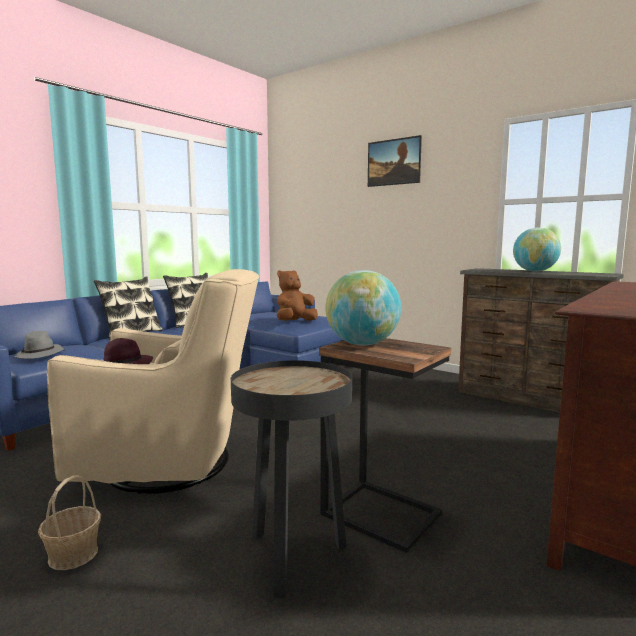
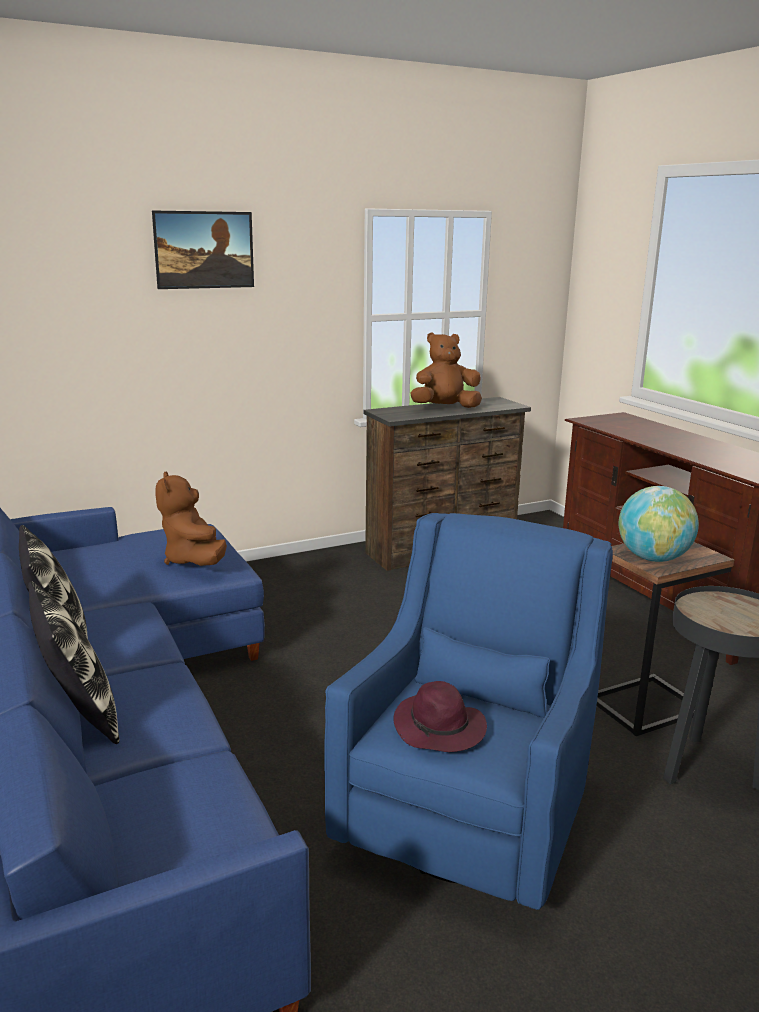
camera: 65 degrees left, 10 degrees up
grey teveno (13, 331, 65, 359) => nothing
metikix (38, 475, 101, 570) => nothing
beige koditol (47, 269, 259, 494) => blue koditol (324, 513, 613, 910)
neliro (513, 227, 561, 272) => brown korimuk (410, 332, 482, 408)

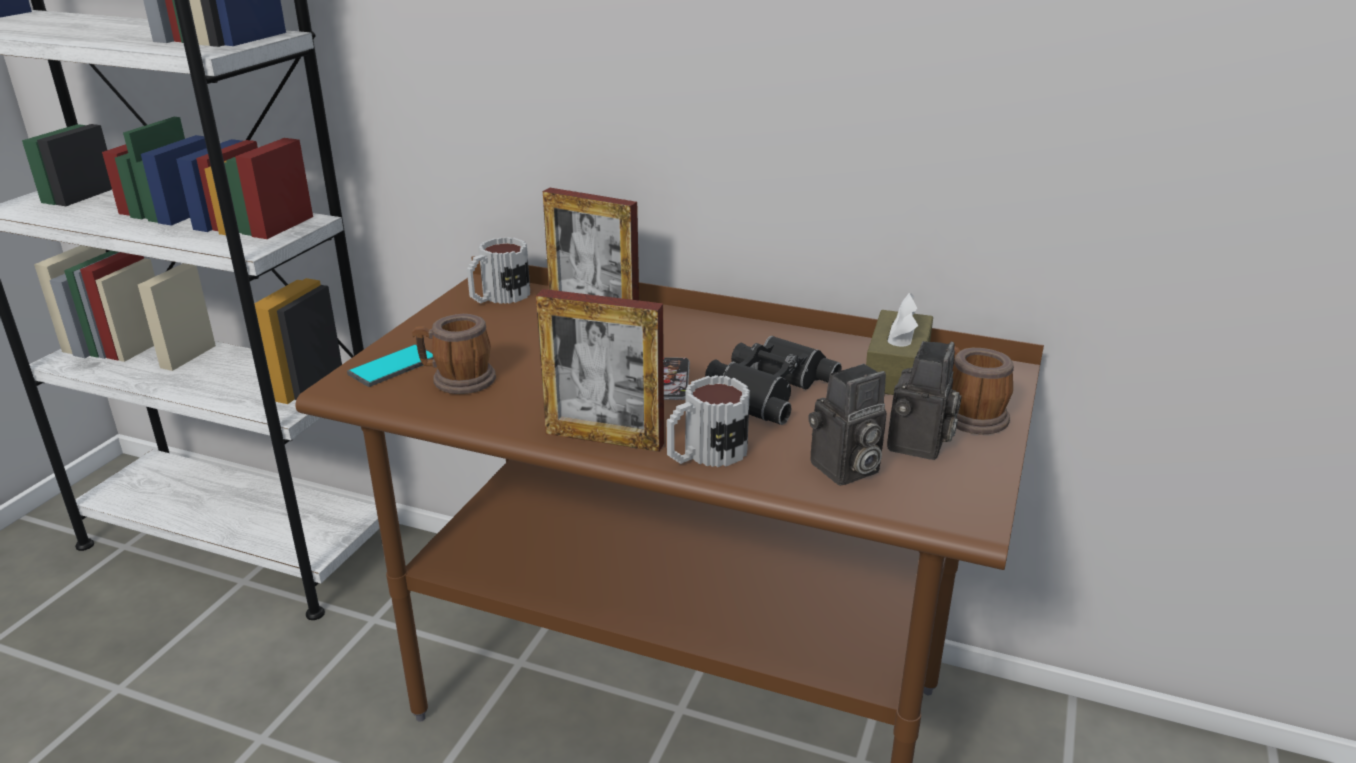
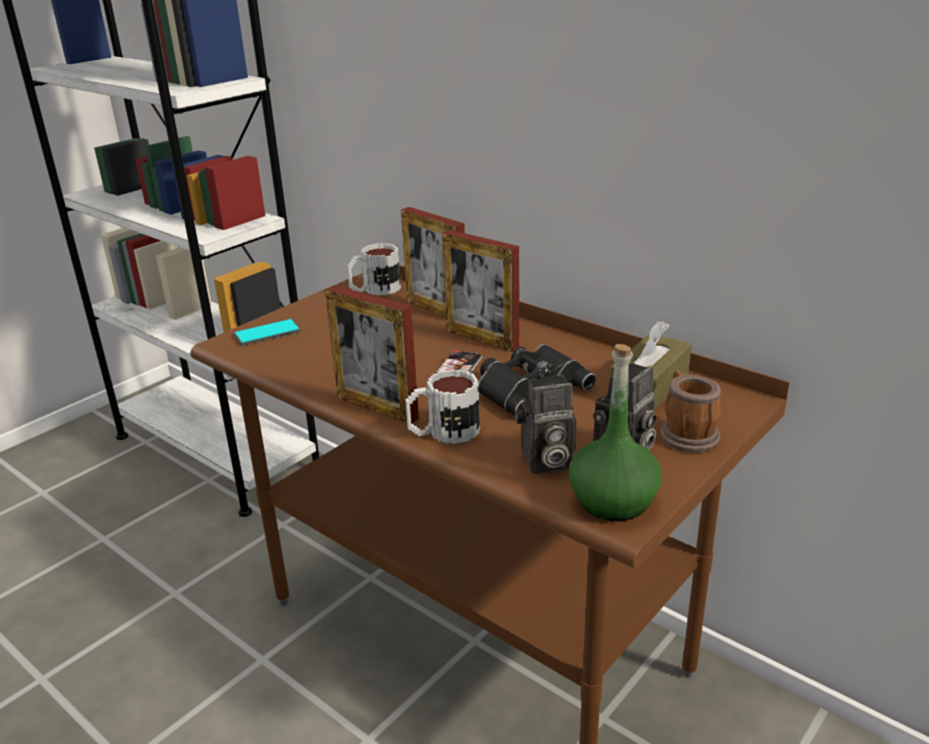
camera: 20 degrees right, 0 degrees up
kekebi (412, 314, 496, 394) => nothing
nothing => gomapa (442, 230, 520, 352)
nothing => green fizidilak (568, 344, 662, 521)

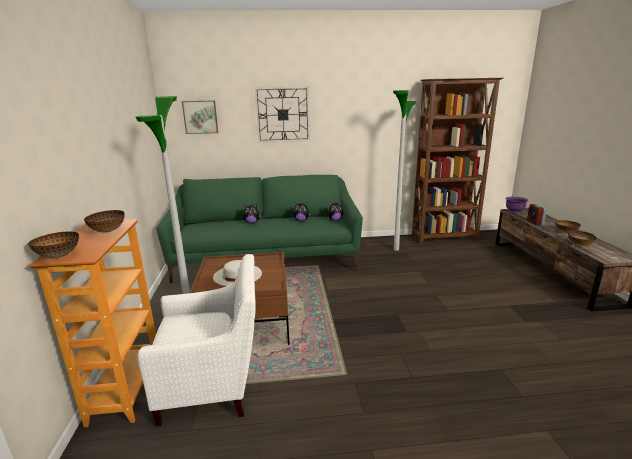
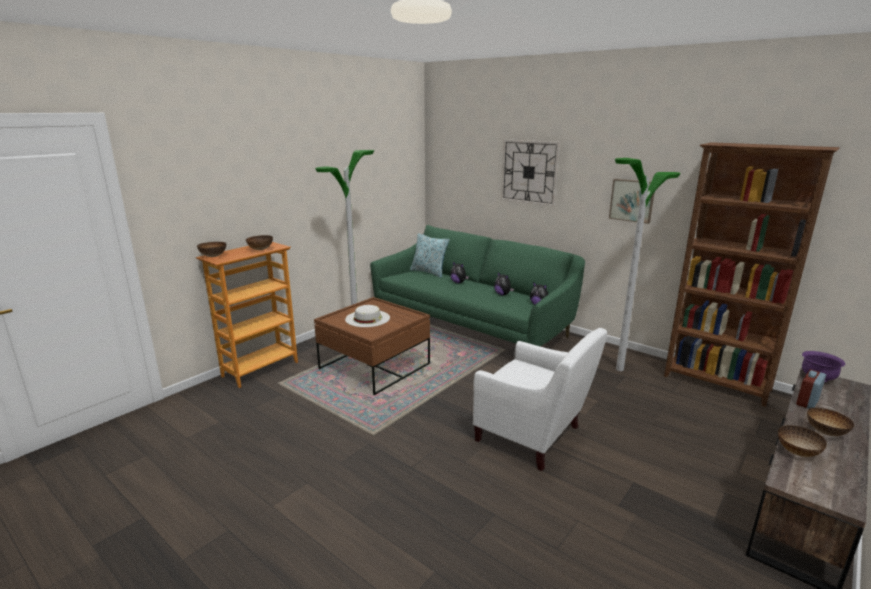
camera: 45 degrees right, 0 degrees up
white koditol (138, 254, 256, 426) => white koditol (473, 328, 607, 471), shifted
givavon (182, 100, 218, 134) => givavon (609, 179, 655, 224), shifted
nothing => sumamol (410, 233, 450, 278)

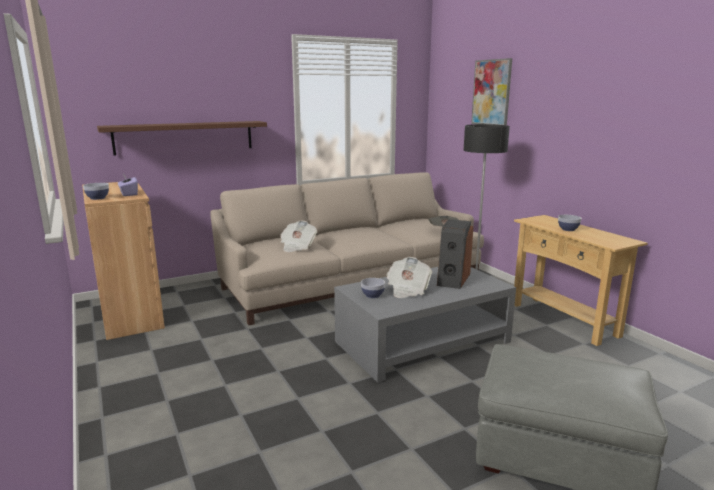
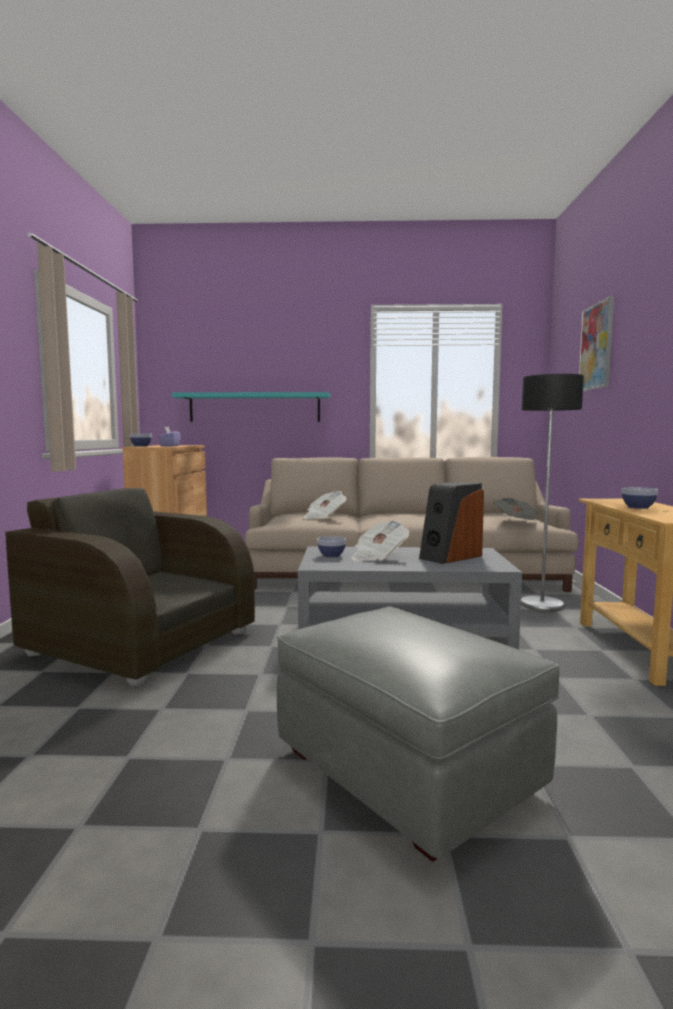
camera: 30 degrees right, 10 degrees down
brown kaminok (97, 121, 267, 156) => turquoise kaminok (172, 392, 330, 422)
nothing => brown koditol (6, 488, 255, 687)

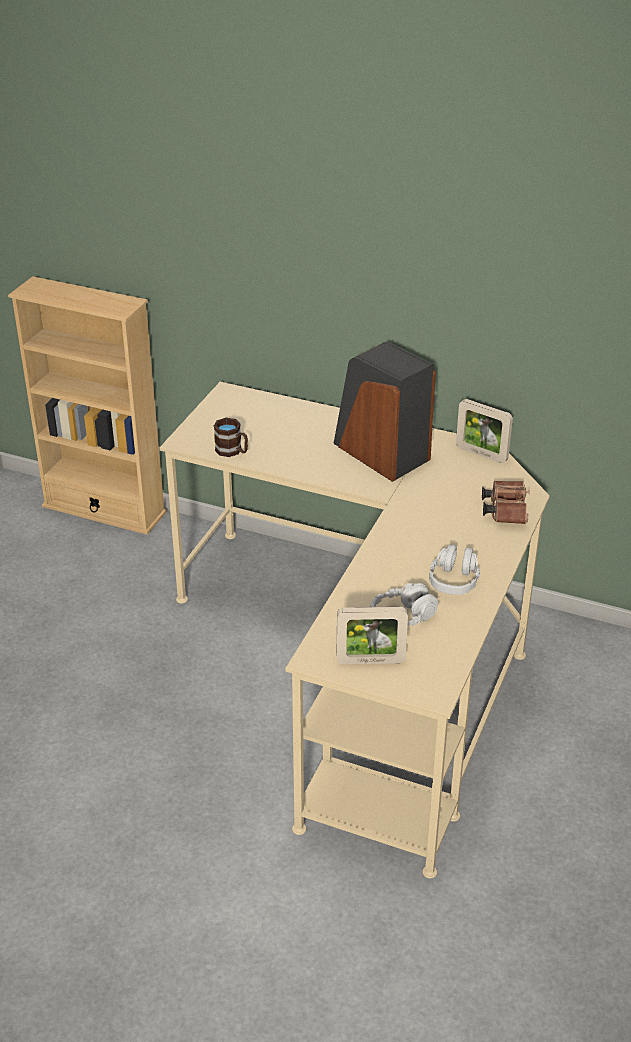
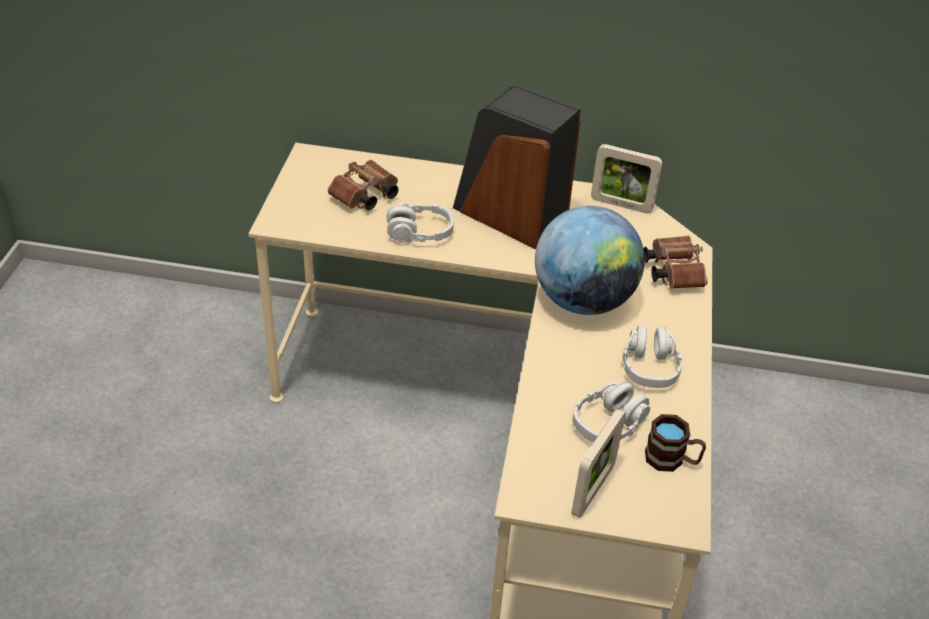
camera: 15 degrees left, 5 degrees up
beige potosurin (8, 276, 167, 535) => nothing
brown kekebi (214, 418, 248, 457) => brown kekebi (645, 414, 706, 472), shifted
gomapa (336, 607, 408, 664) => gomapa (571, 409, 626, 518), 45 degrees counterclockwise
nothing => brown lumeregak (328, 160, 399, 210)
nothing => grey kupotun (386, 203, 454, 243)
nothing => neliro (535, 206, 645, 315)

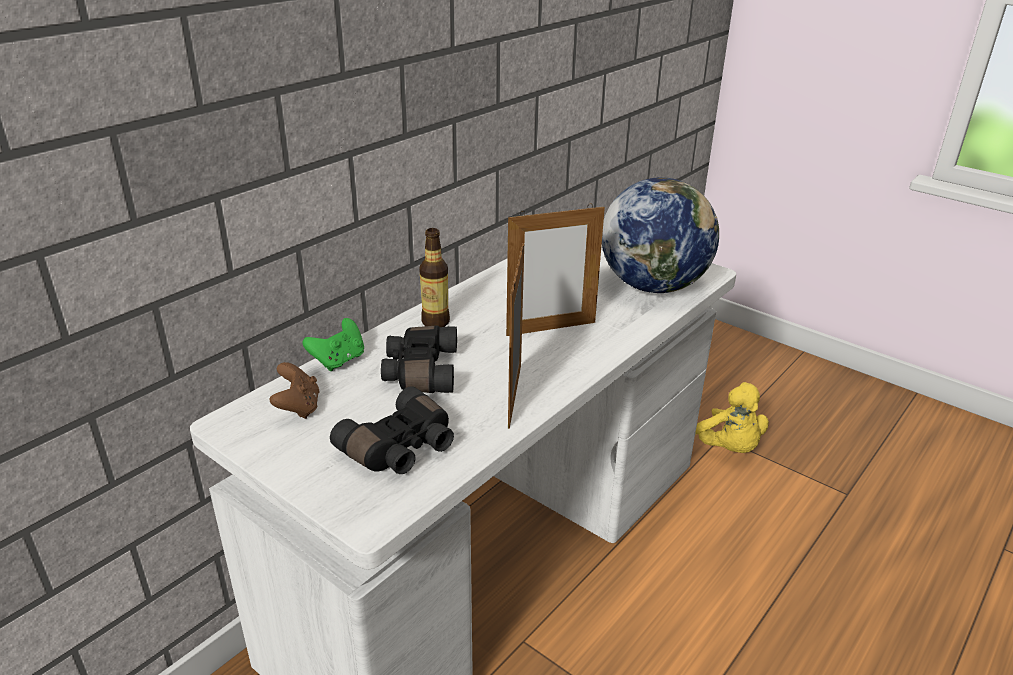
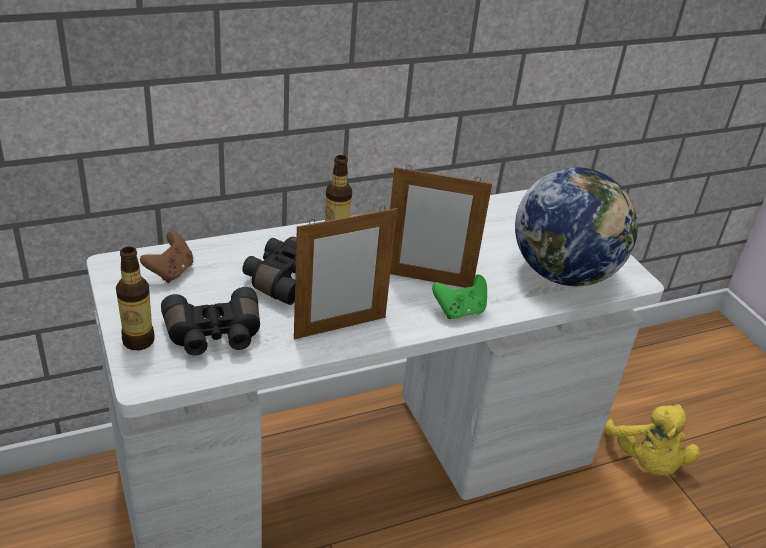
camera: 25 degrees right, 5 degrees up
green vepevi (302, 318, 364, 371) => green vepevi (432, 274, 487, 319), shifted
gomapa (508, 243, 524, 429) => gomapa (294, 206, 397, 339), 150 degrees counterclockwise
nothing => fizidilak (116, 247, 155, 350)

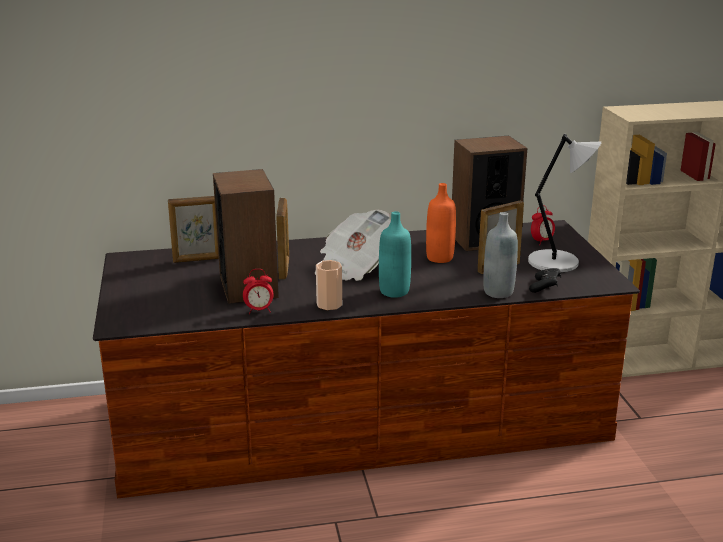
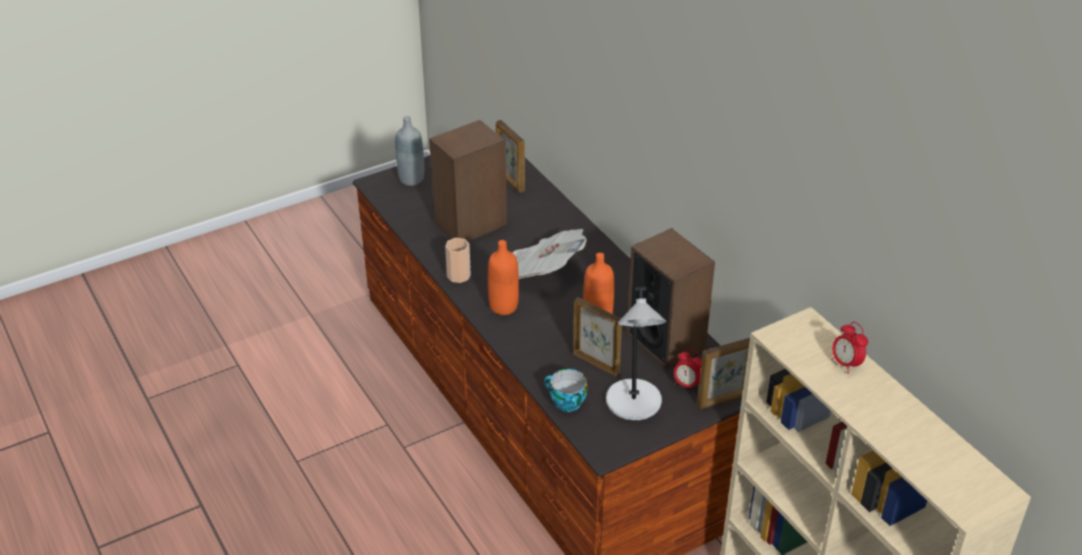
camera: 70 degrees right, 15 degrees up
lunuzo (243, 269, 274, 315) => lunuzo (831, 322, 868, 374), shifted
gomapa (276, 198, 289, 279) => gomapa (697, 338, 750, 409), shifted
turquoise fizidilak (379, 211, 411, 298) => orange fizidilak (488, 240, 519, 315)
grey fizidilak (483, 212, 518, 298) => grey fizidilak (395, 116, 424, 186), shifted
black vepevi (529, 268, 561, 293) => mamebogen (544, 369, 588, 412)

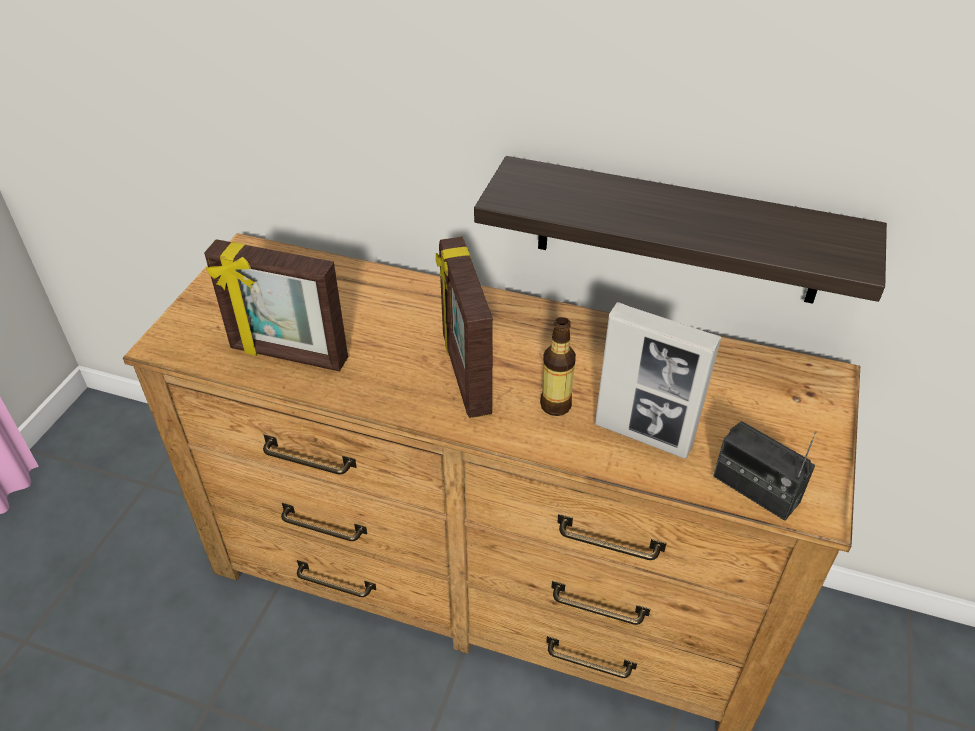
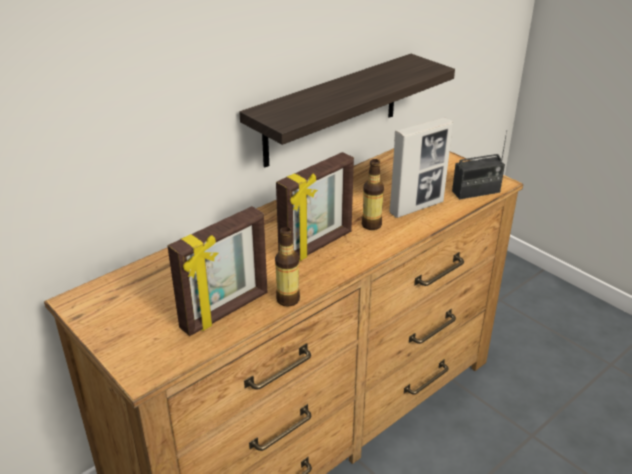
camera: 60 degrees left, 10 degrees down
gomapa (436, 237, 493, 418) => gomapa (276, 152, 354, 261), 60 degrees counterclockwise
nothing => fizidilak (275, 227, 300, 307)

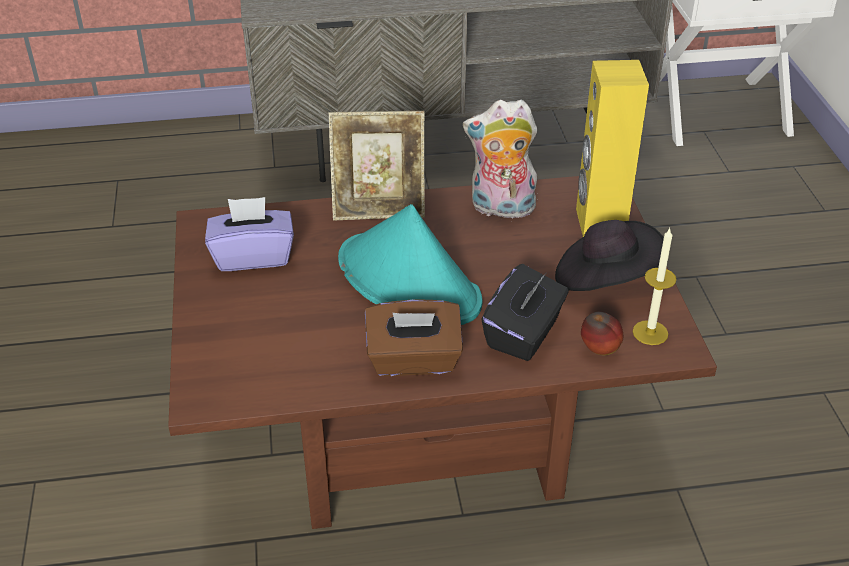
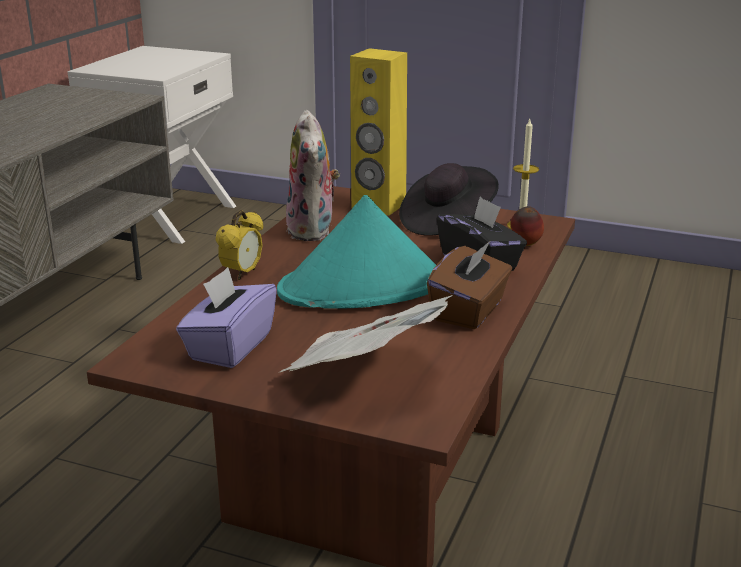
camera: 60 degrees left, 15 degrees down
gomapa (329, 111, 425, 220) => lunuzo (216, 210, 263, 280)
korimuk (463, 100, 538, 219) => korimuk (285, 110, 340, 241), 45 degrees counterclockwise
nothing => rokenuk (280, 295, 453, 372)

